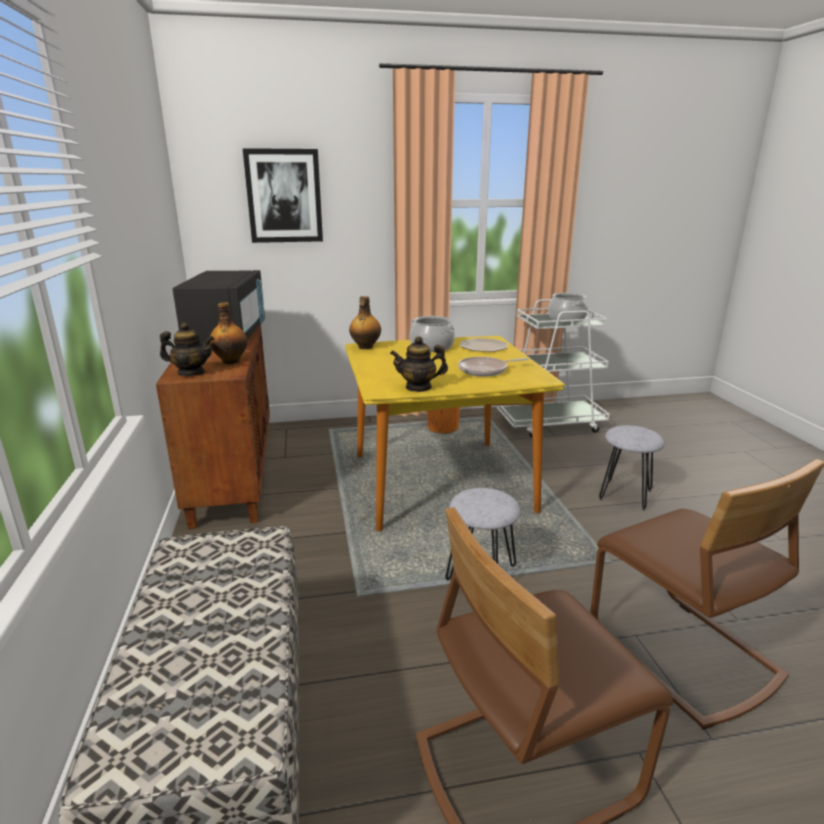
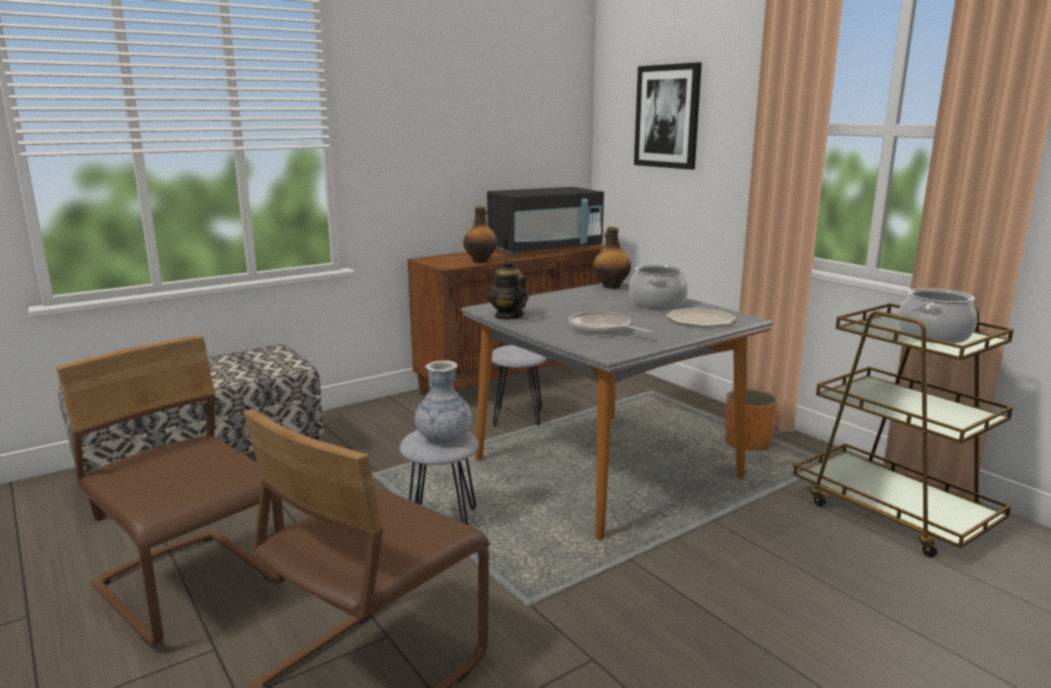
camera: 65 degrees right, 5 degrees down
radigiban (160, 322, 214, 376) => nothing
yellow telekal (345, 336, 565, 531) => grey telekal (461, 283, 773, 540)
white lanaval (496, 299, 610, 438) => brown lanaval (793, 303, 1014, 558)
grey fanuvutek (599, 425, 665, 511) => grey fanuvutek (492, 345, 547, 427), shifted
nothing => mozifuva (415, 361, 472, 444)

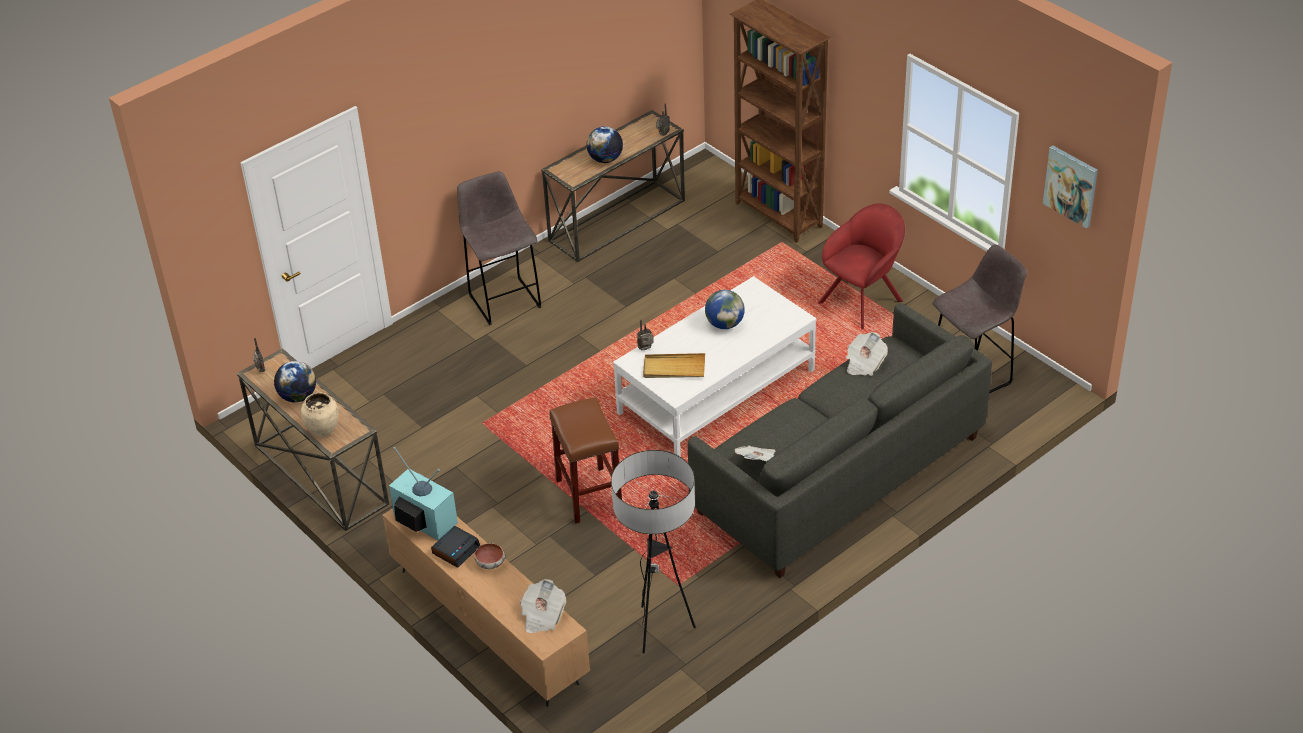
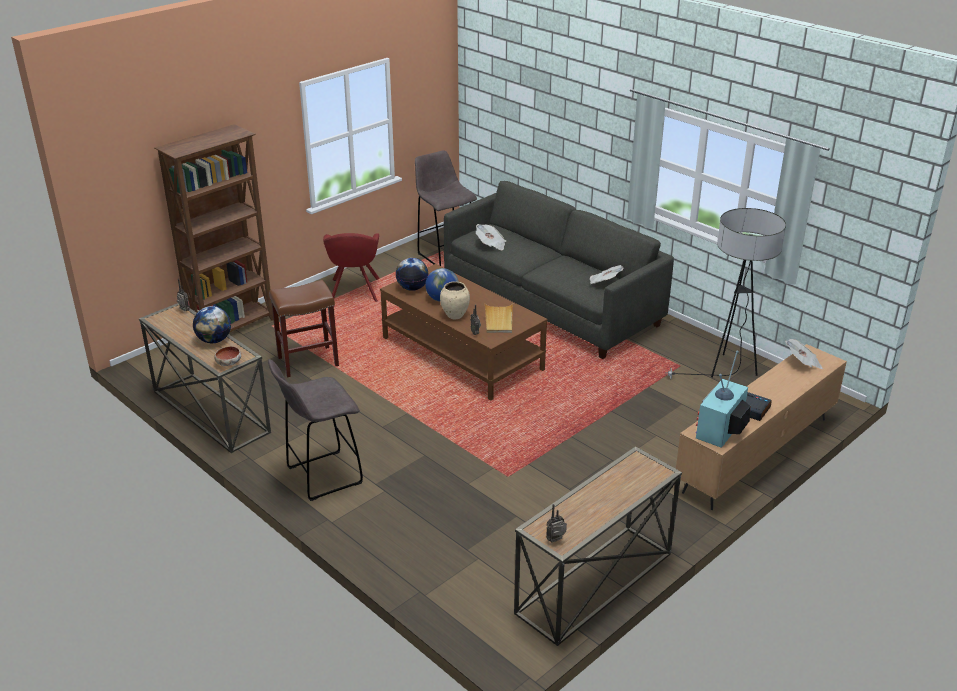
camera: 95 degrees left, 10 degrees down
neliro (274, 361, 316, 403) => neliro (396, 258, 428, 291), shifted
beige mozifuva (301, 392, 339, 437) => beige mozifuva (440, 281, 470, 320), shifted
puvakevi (474, 543, 505, 569) => puvakevi (214, 346, 241, 366), shifted
brown fanuvutek (549, 398, 622, 524) => brown fanuvutek (269, 280, 339, 377), shifted
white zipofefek (613, 276, 816, 457) => brown zipofefek (380, 264, 547, 401)
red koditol (818, 203, 905, 330) => red koditol (323, 233, 380, 302), 135 degrees counterclockwise
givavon (1043, 145, 1098, 229) => nothing

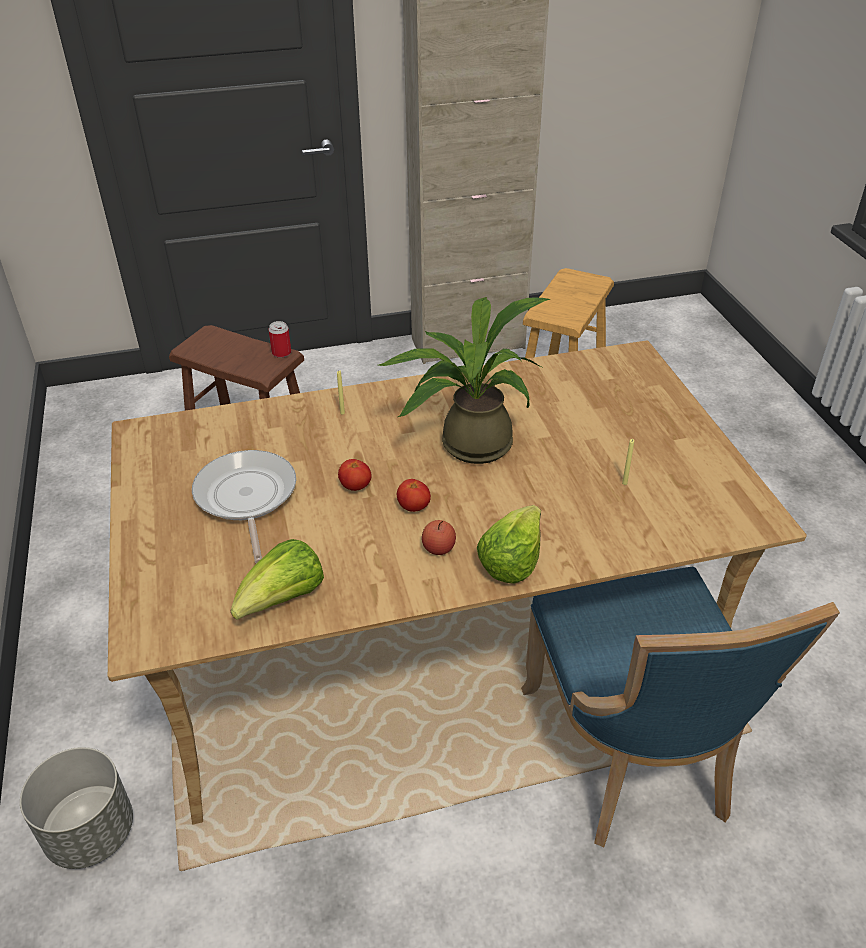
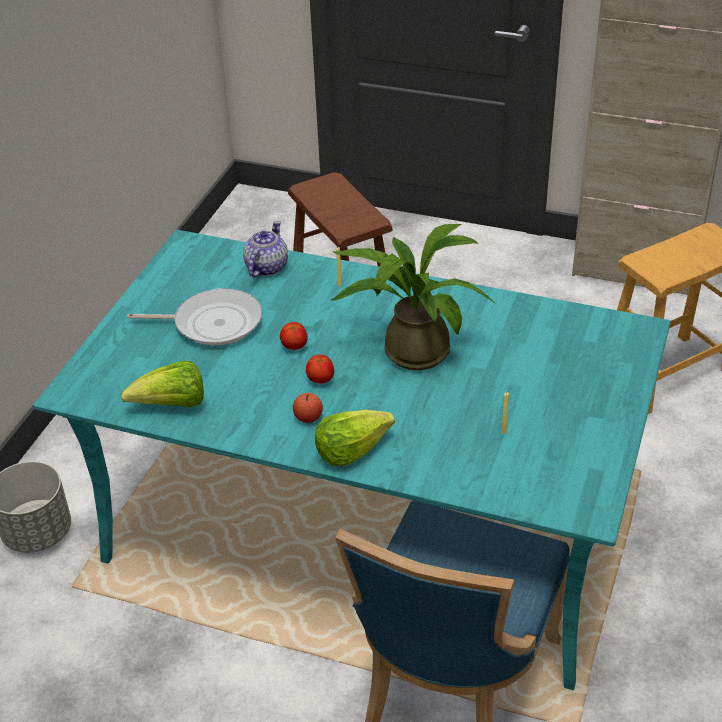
camera: 35 degrees right, 0 degrees up
beige telekal (108, 340, 807, 824) => turquoise telekal (33, 230, 671, 690)
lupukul (192, 450, 296, 563) => lupukul (127, 288, 262, 345), 75 degrees clockwise
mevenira (268, 321, 291, 358) => nothing
nothing => radigiban (243, 221, 288, 277)

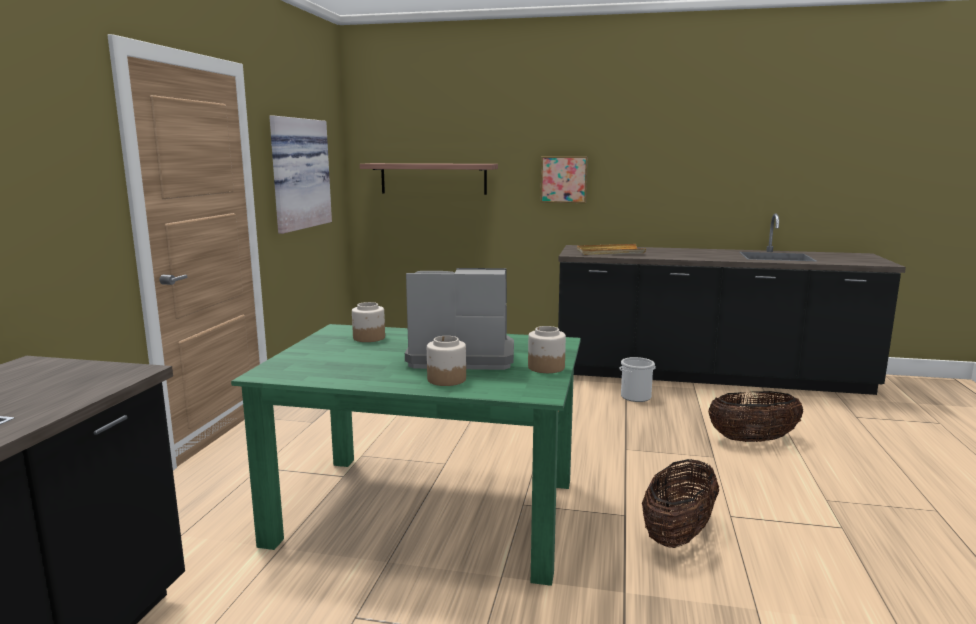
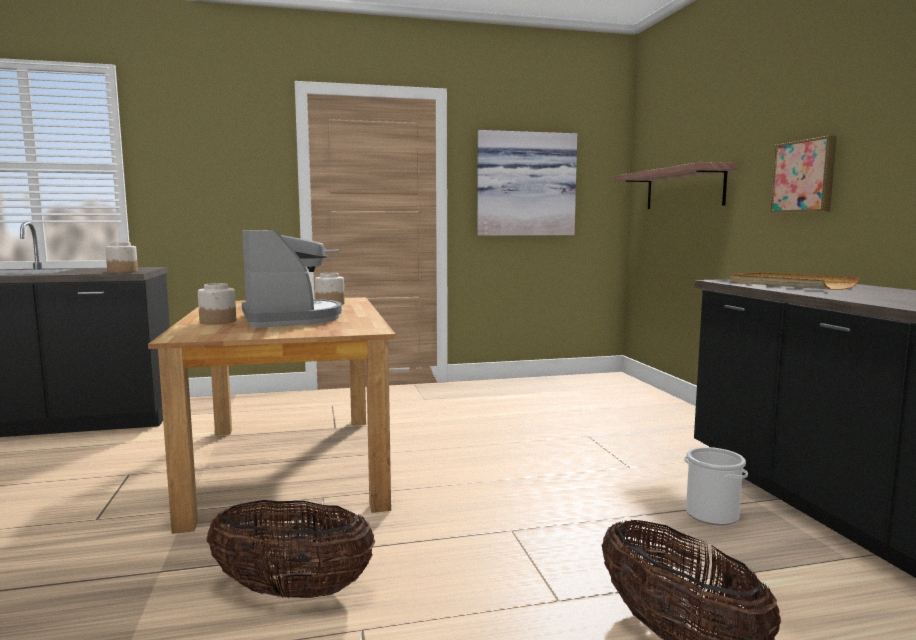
camera: 65 degrees right, 5 degrees down
green telekal (231, 324, 581, 586) => brown telekal (148, 297, 396, 534)
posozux (528, 326, 566, 373) => posozux (105, 242, 138, 273), shifted

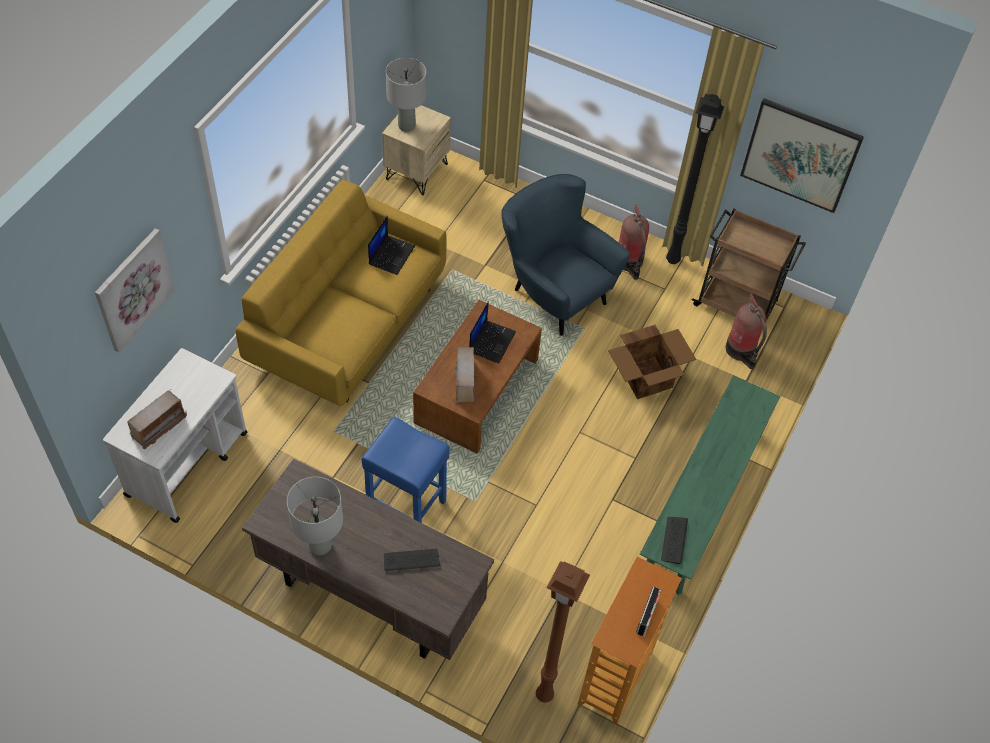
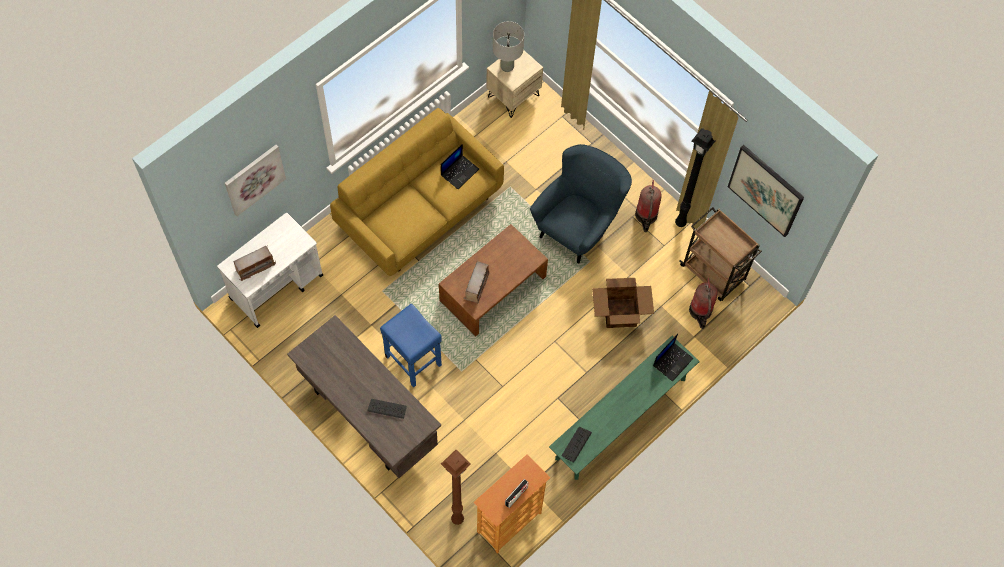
camera: 20 degrees right, 10 degrees up
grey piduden (287, 477, 343, 555) => nothing
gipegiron (469, 301, 516, 363) => gipegiron (653, 334, 693, 382), shifted
blue koditol (501, 174, 630, 336) => blue koditol (530, 144, 632, 263), 60 degrees clockwise

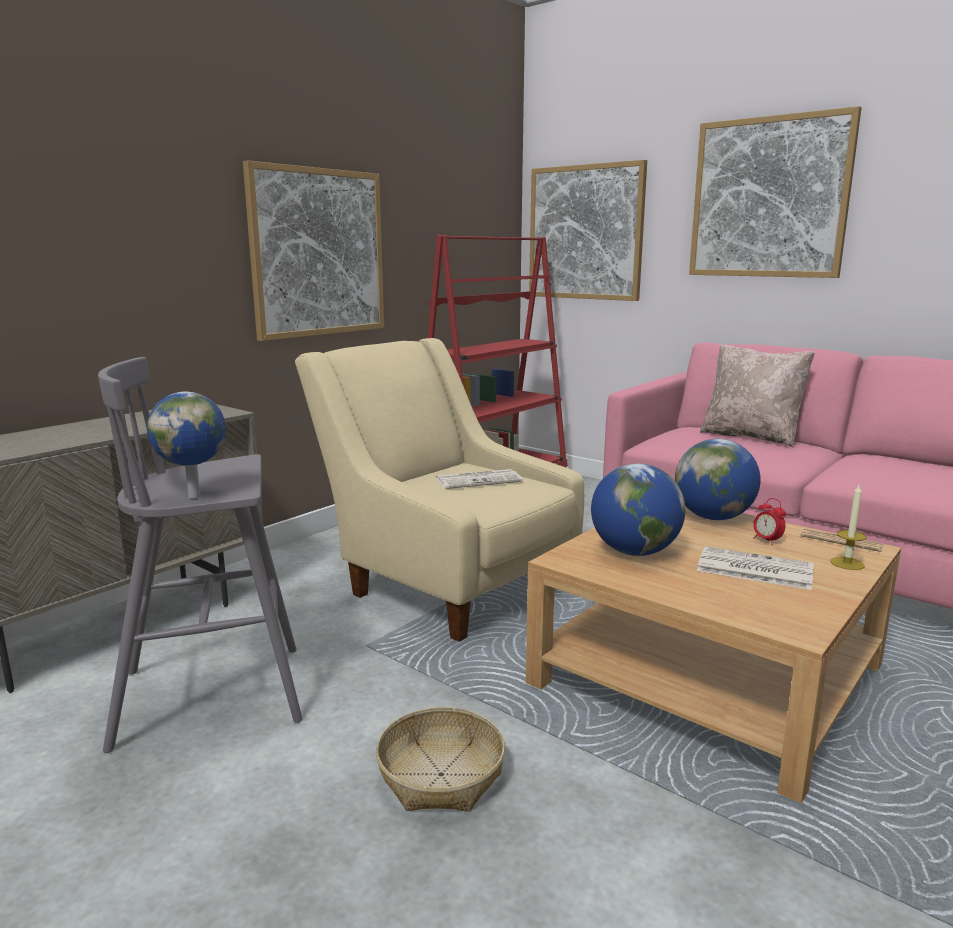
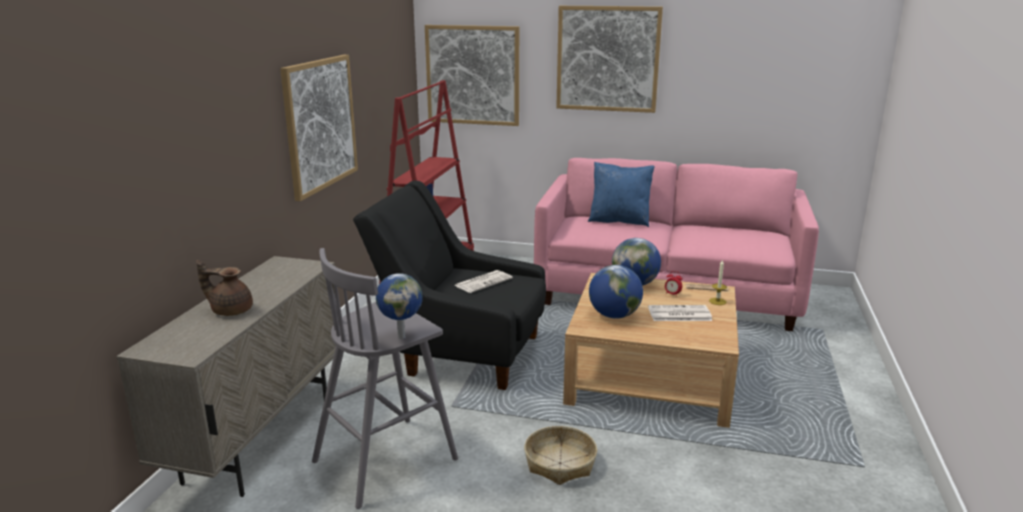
camera: 25 degrees left, 5 degrees up
beige koditol (295, 338, 584, 642) => black koditol (353, 181, 546, 390)
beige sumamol (700, 344, 815, 447) => blue sumamol (588, 162, 655, 227)
nothing => brown radigiban (196, 260, 253, 316)

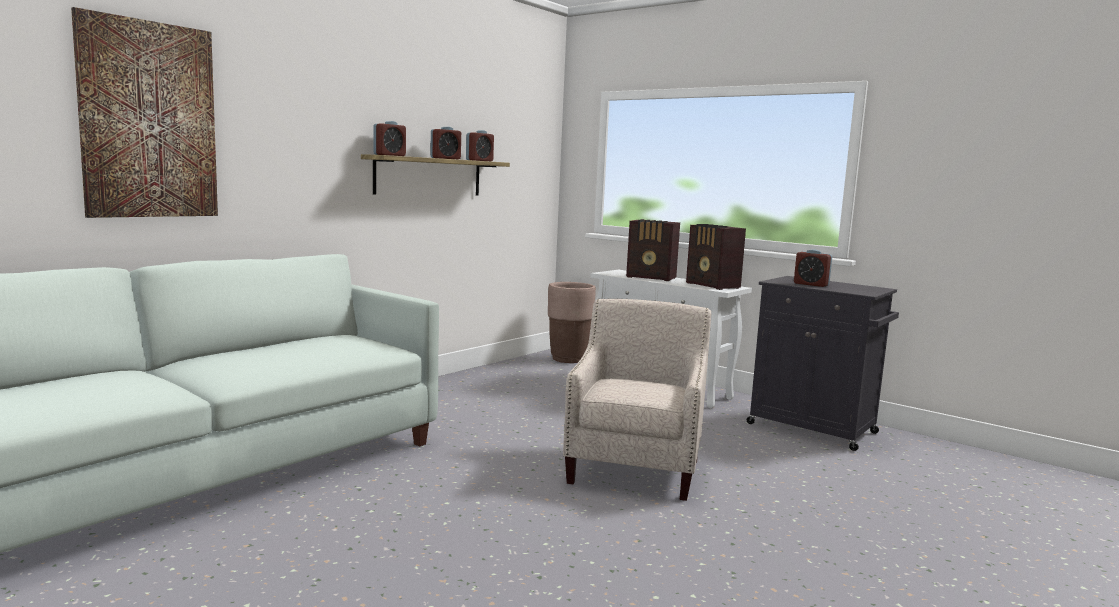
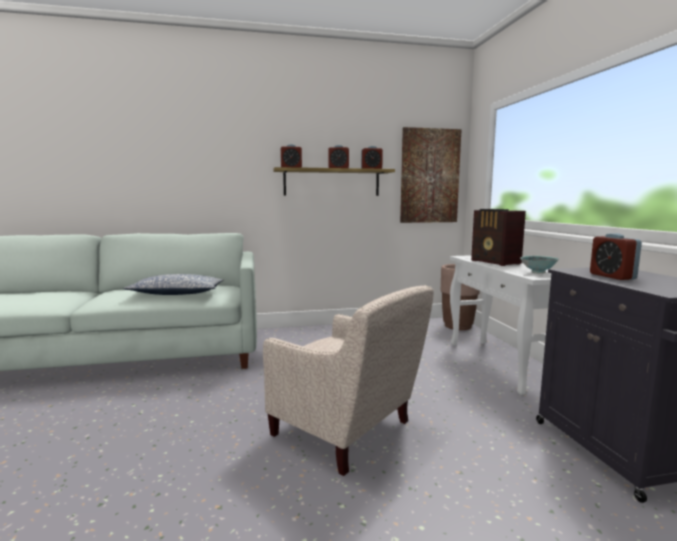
camera: 40 degrees right, 0 degrees up
givavon (71, 7, 218, 218) => givavon (400, 127, 462, 223), shifted
beige koditol (563, 299, 711, 501) => beige koditol (263, 285, 434, 476), 75 degrees clockwise
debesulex (686, 224, 746, 290) => puvakevi (520, 256, 559, 274)
nothing => sumamol (123, 274, 223, 295)

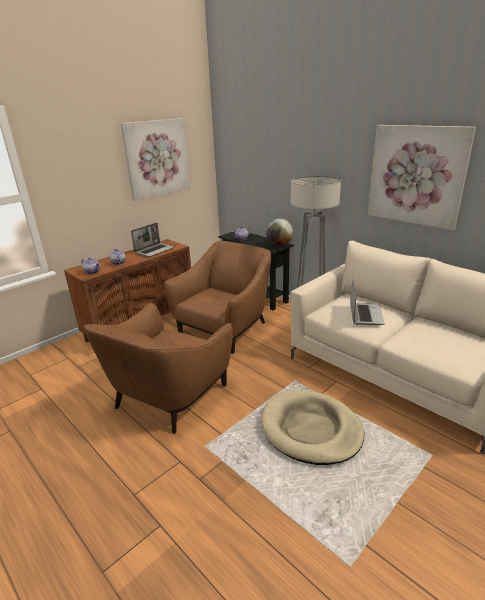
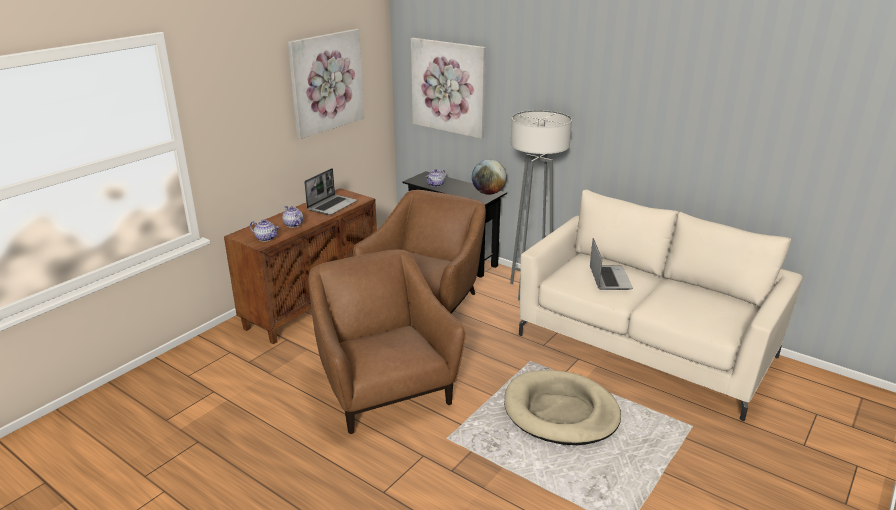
camera: 10 degrees left, 0 degrees up
brown koditol (84, 303, 233, 434) => brown koditol (308, 250, 466, 434), 135 degrees clockwise
givavon (368, 125, 476, 230) => givavon (411, 38, 486, 139), shifted

